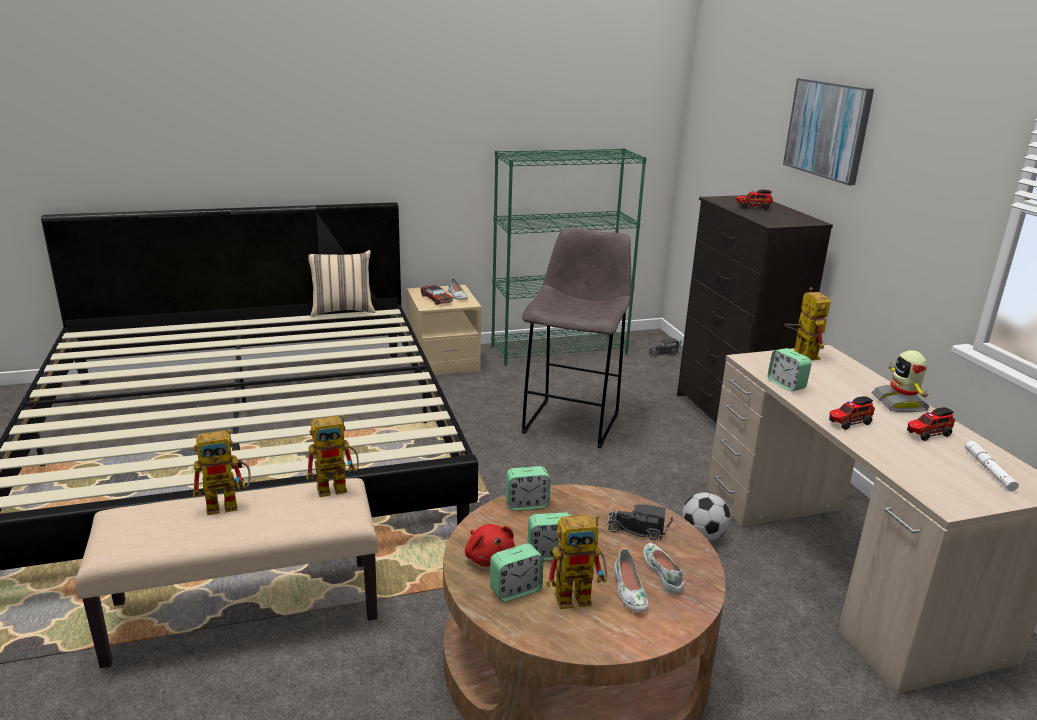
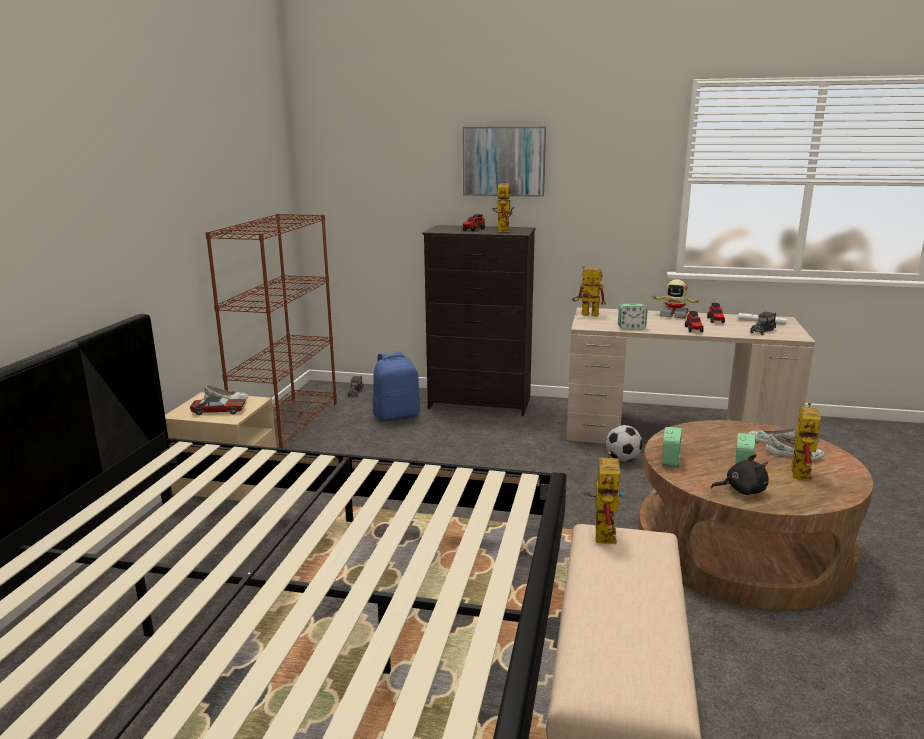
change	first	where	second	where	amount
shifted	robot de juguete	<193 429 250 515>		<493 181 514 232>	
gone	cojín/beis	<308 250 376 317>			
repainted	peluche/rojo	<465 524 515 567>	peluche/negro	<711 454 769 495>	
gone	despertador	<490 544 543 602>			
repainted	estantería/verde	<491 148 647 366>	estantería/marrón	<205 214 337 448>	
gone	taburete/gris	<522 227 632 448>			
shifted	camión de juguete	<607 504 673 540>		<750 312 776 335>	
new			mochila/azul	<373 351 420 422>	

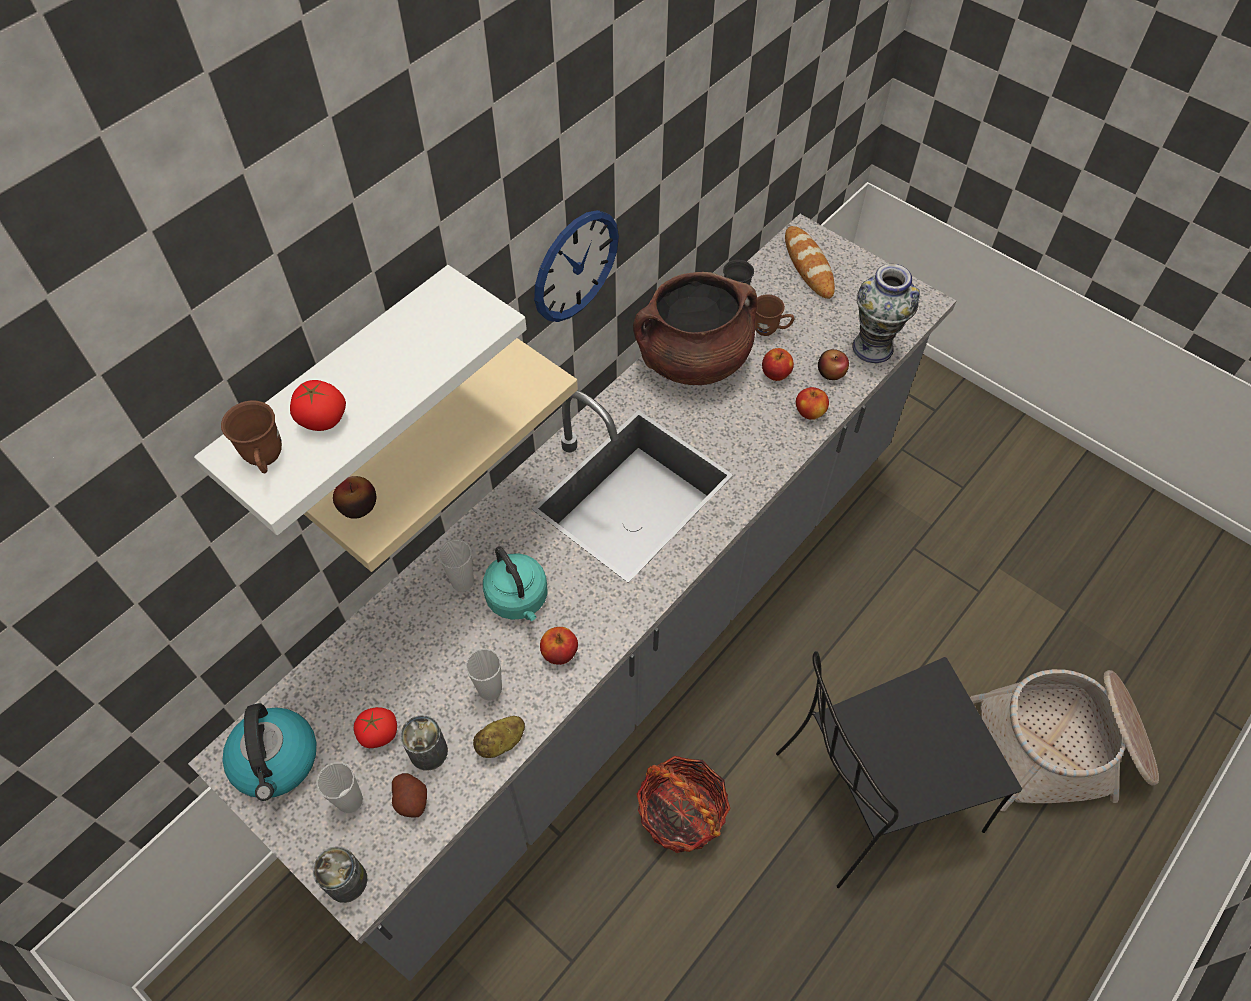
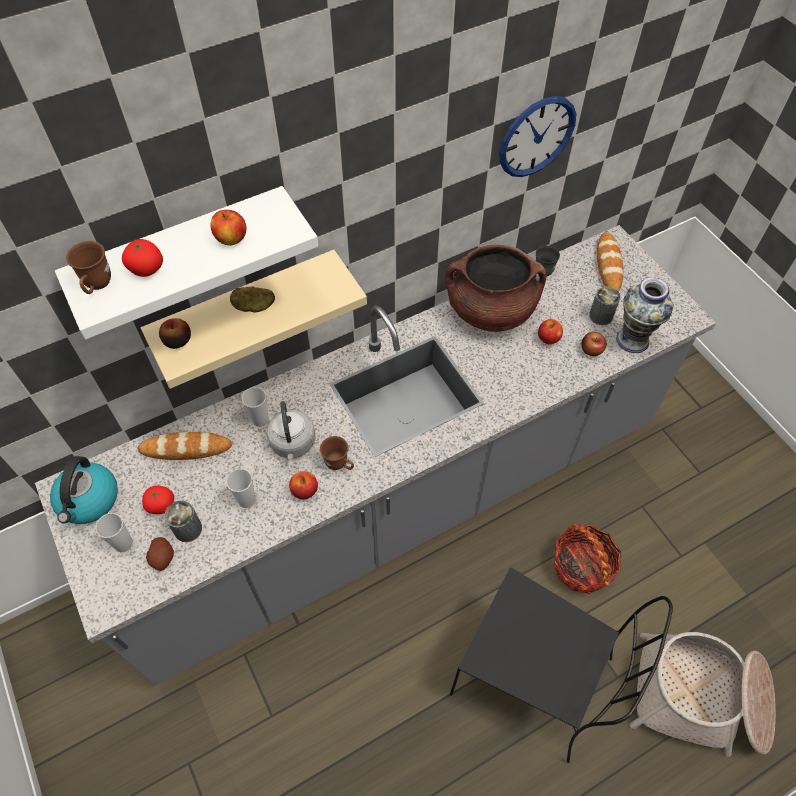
change	first	where	second	where	amount
shifted	lata	<313 846 367 903>		<589 286 621 325>	
shifted	patata	<473 716 525 758>		<230 287 275 312>	
repainted	hervidor/turquesa	<483 546 548 621>	hervidor/gris	<267 401 315 461>	
shifted	reloj de pared	<534 210 619 322>		<499 96 576 177>	
shifted	cesta	<637 756 730 853>		<553 524 621 594>	
shifted	taza grande/marrón	<755 294 794 336>		<320 436 354 470>	
rotated	silla/negro	<776 651 1022 888>		<450 568 673 763>	150 degrees counterclockwise
shifted	manzana	<796 387 829 420>		<211 210 246 246>	
new			pan	<138 432 232 460>	

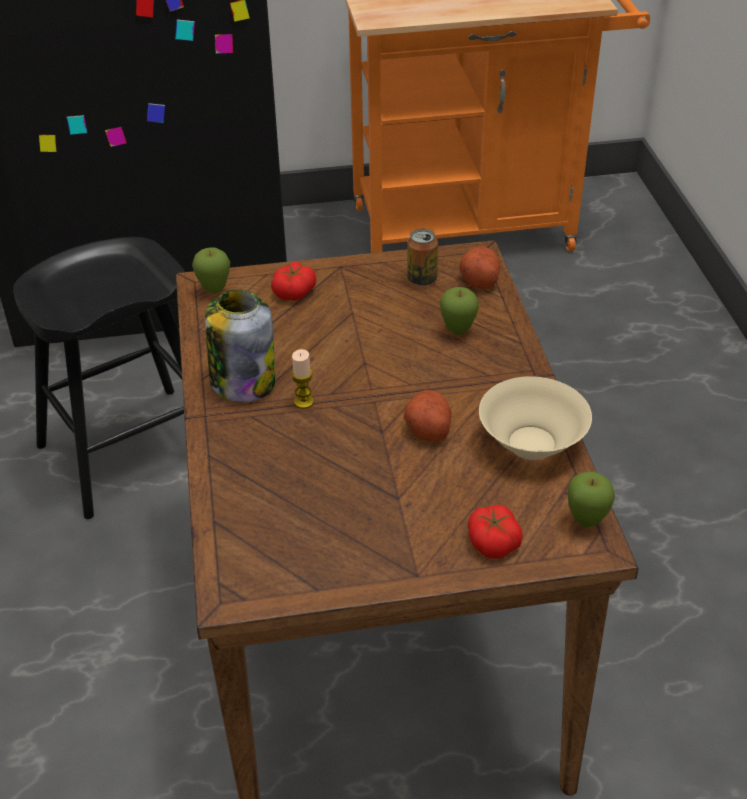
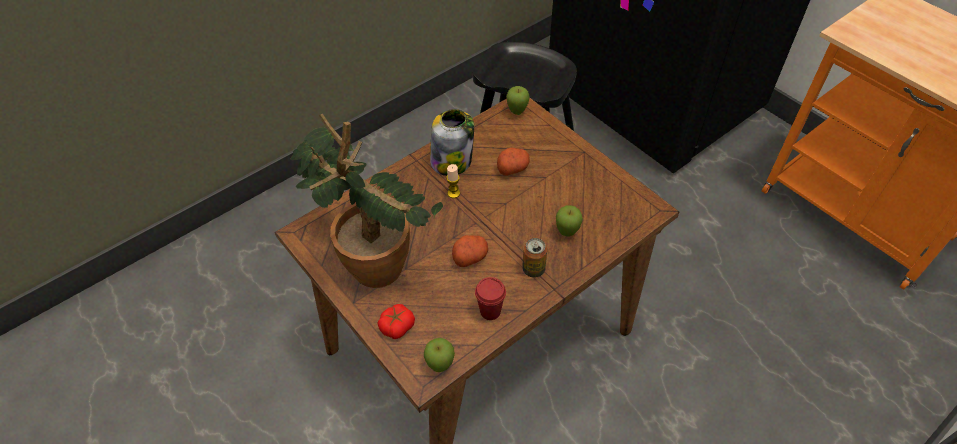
change	first	where	second	where	amount
gone	tomate	<271 262 316 301>			
shifted	lata	<407 229 438 286>		<522 238 547 278>	
shifted	patata	<459 246 500 289>		<497 148 530 176>	
swapped	cuenco/beis	<479 376 592 460>	taza/rojo	<475 277 506 320>	
new			planta en maceta	<290 114 443 288>	

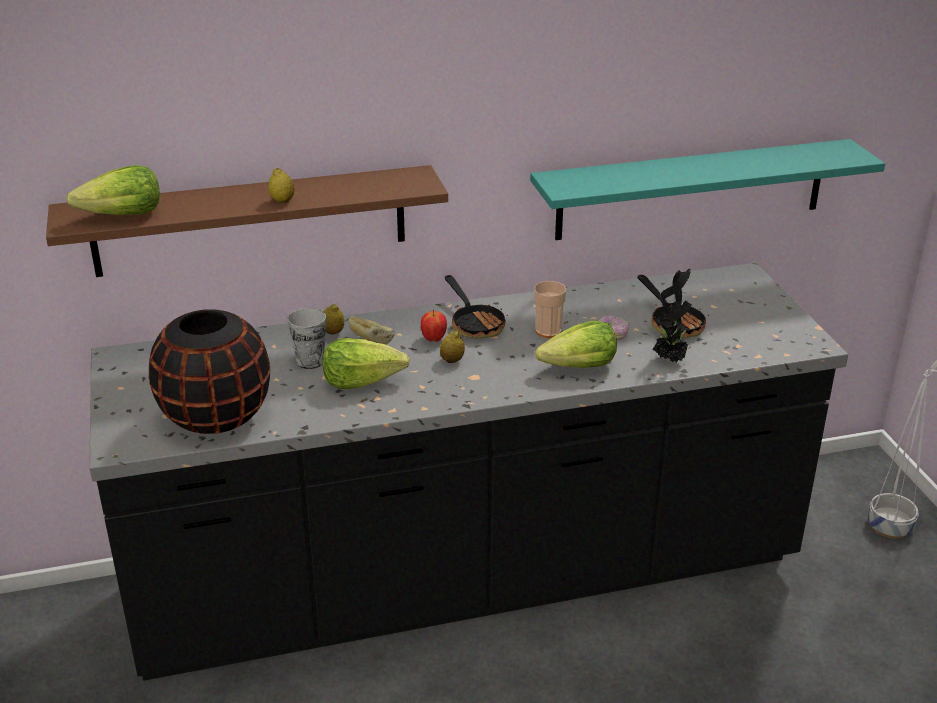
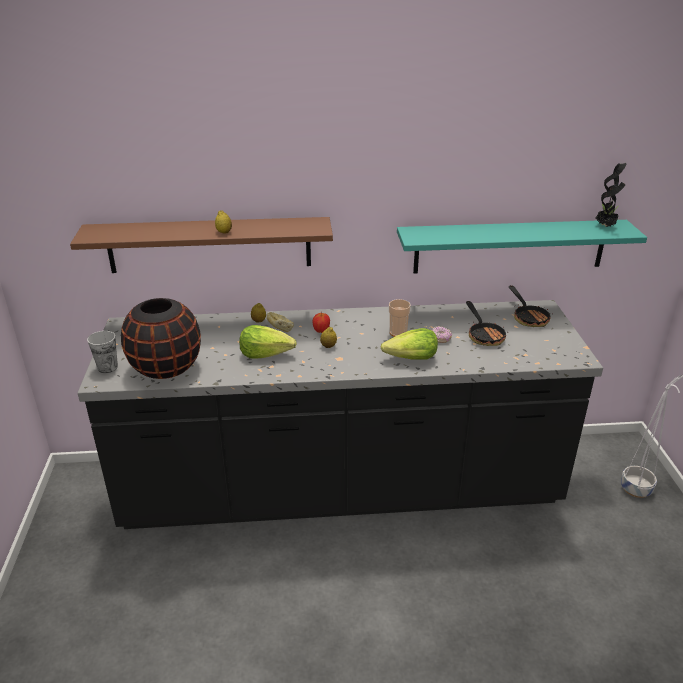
change	first	where	second	where	amount
gone	lechuga	<66 165 160 215>			
shifted	taza	<287 308 326 369>		<87 331 118 373>	
shifted	sartén	<445 275 508 339>		<509 285 553 327>	
shifted	planta en maceta	<653 268 692 363>		<595 163 627 227>	

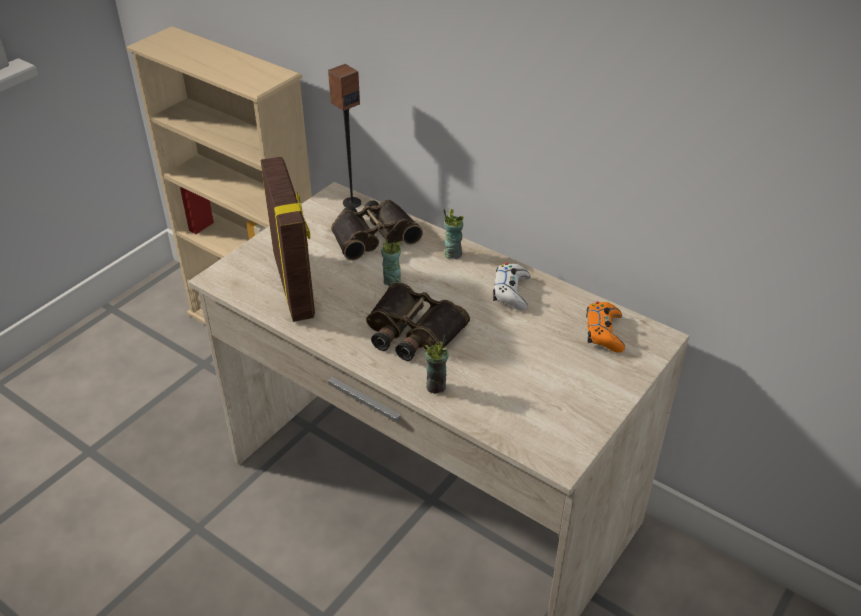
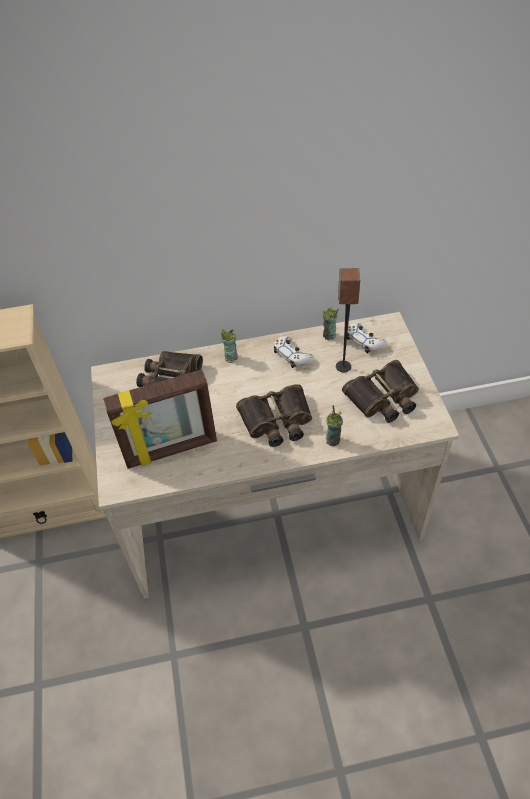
change	first	where	second	where	amount
rotated	portarretratos	<260 157 315 322>		<103 369 217 469>	135 degrees clockwise
shifted	altavoz	<328 64 361 208>		<336 268 360 373>	
shifted	taza	<381 239 401 286>		<323 306 338 340>	
repainted	mando de consola/naranja	<586 302 625 353>	mando de consola/blanco	<347 322 387 353>	
new			prismáticos	<342 360 419 423>	

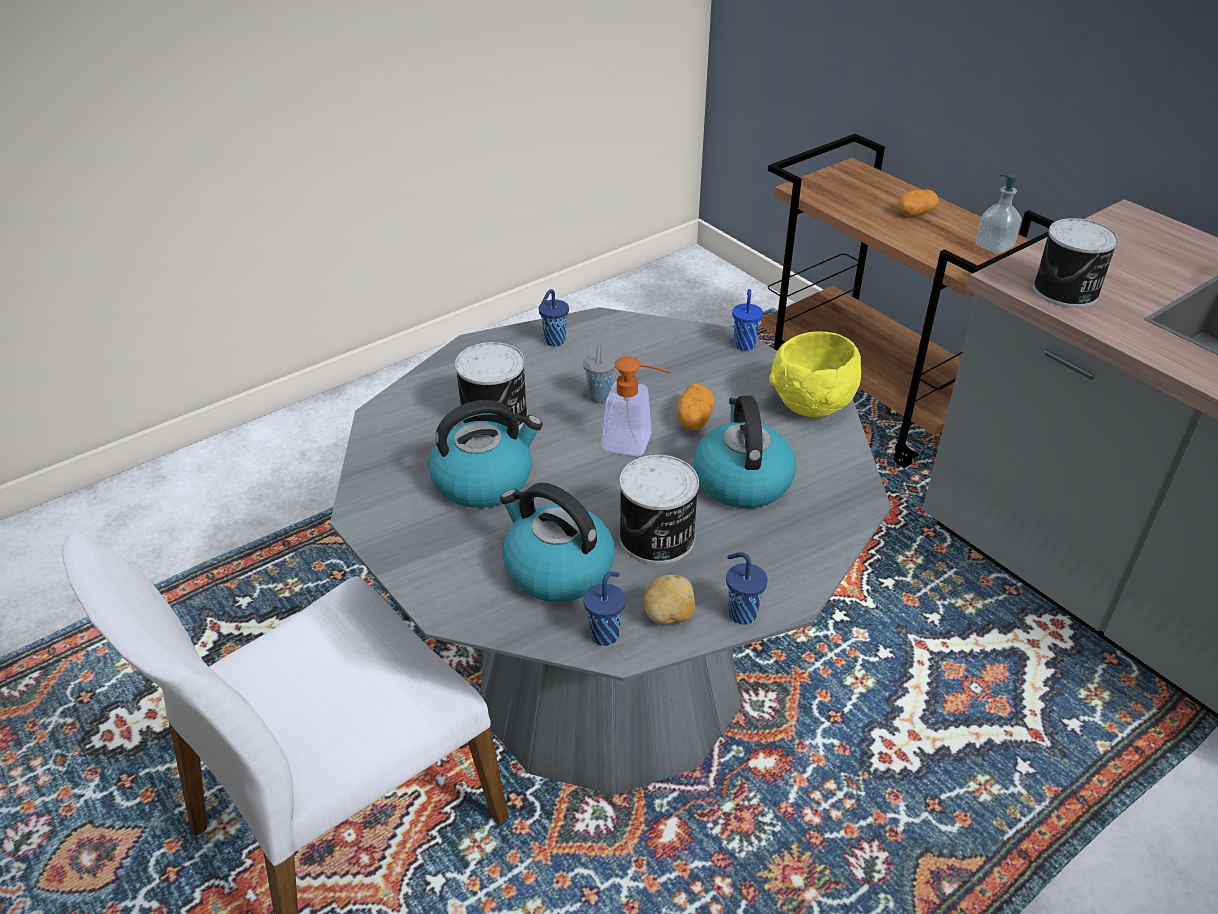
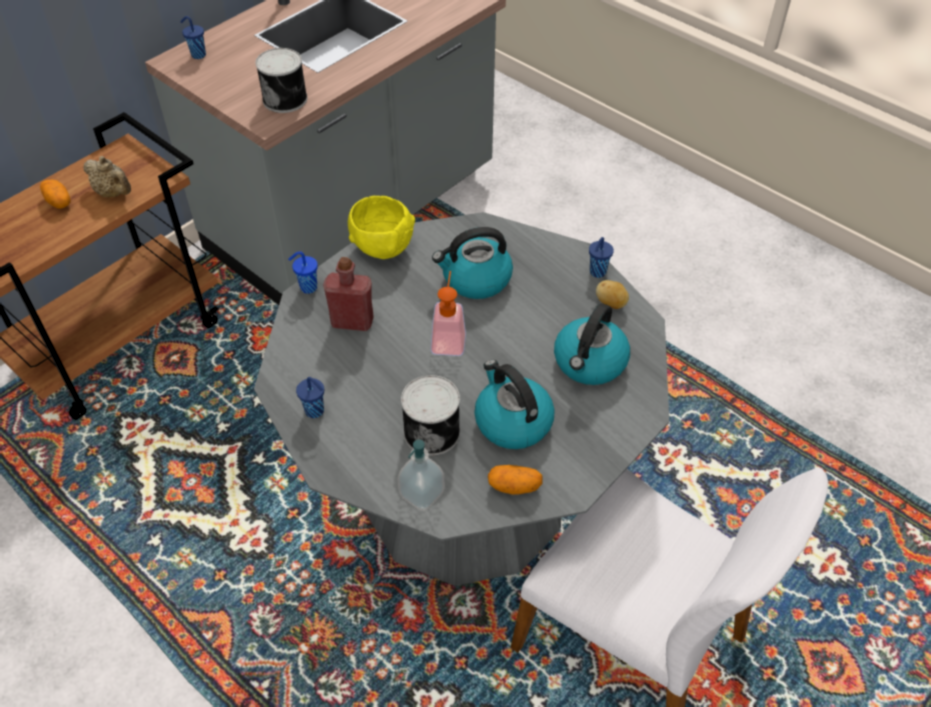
change	first	where	second	where	amount
gone	taza/gris	<583 344 616 403>			
shifted	taza/azul	<584 571 626 646>		<180 16 206 59>	
gone	lata	<619 455 699 565>			
shifted	patata	<677 384 715 430>		<488 465 542 495>	
shifted	dispensador de jabón	<975 174 1022 254>		<397 440 445 511>	
new			tetera/beis	<83 156 131 197>	
new			botella/rojo	<323 257 374 331>	

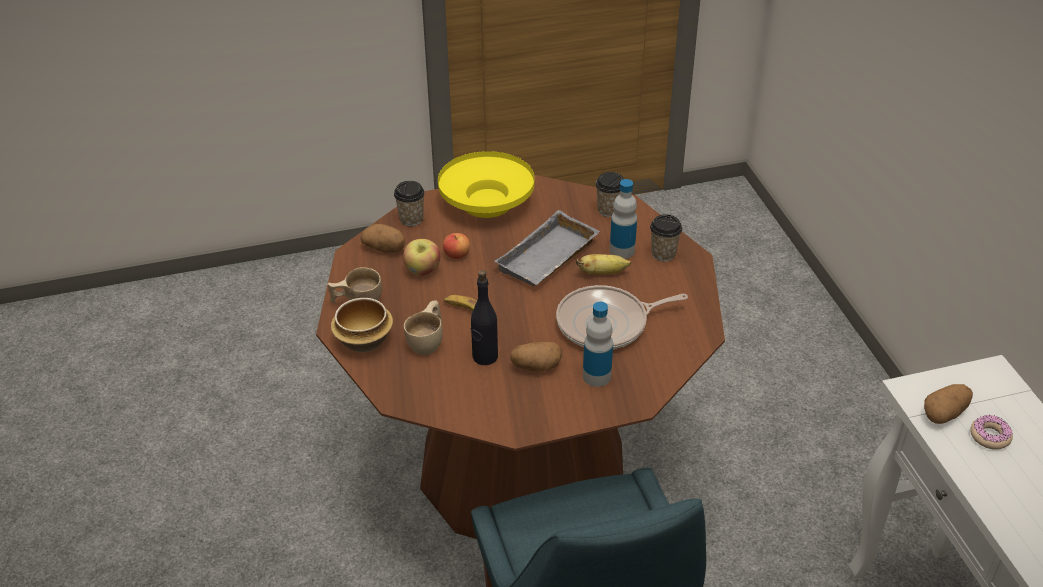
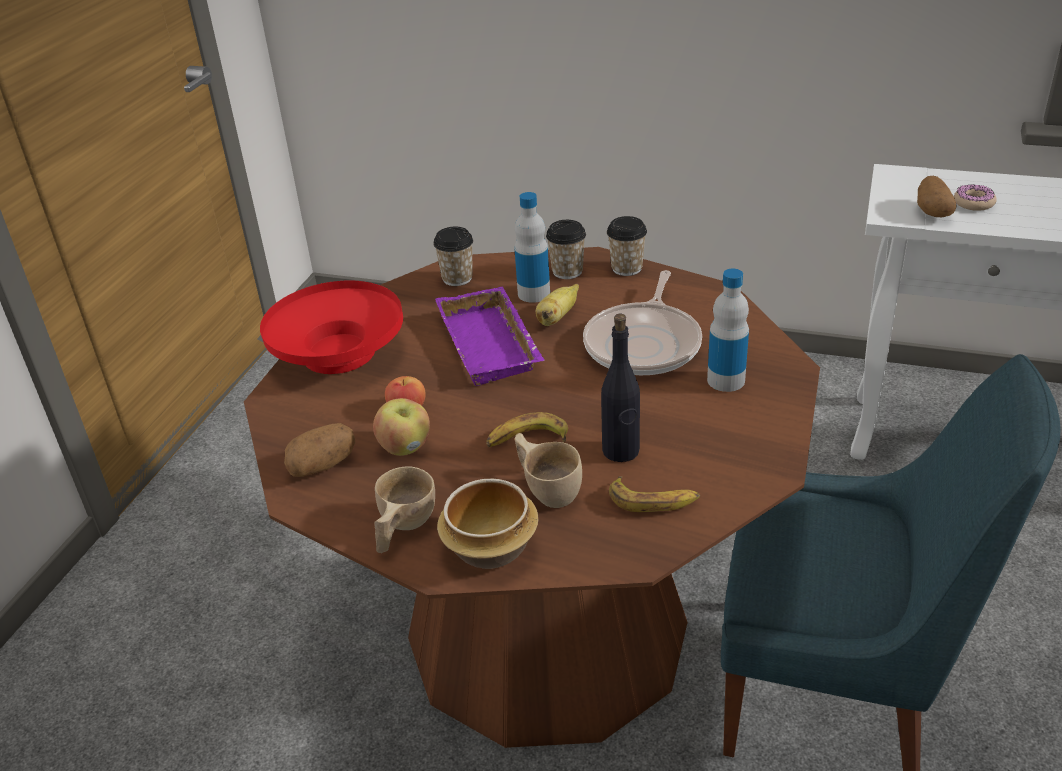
change	first	where	second	where	amount
shifted	taza	<394 181 425 226>		<607 216 647 276>	
repainted	cuenco/amarillo	<438 151 535 218>	cuenco/rojo	<260 281 403 374>	
repainted	bandeja/gris	<494 210 600 286>	bandeja/morado	<435 286 544 386>	
gone	patata	<510 342 562 372>			
new			plátano	<609 476 700 512>	

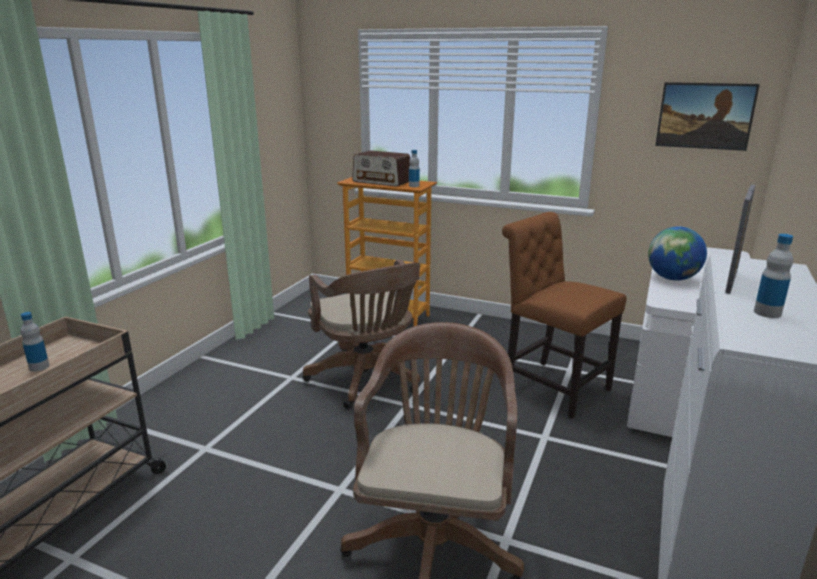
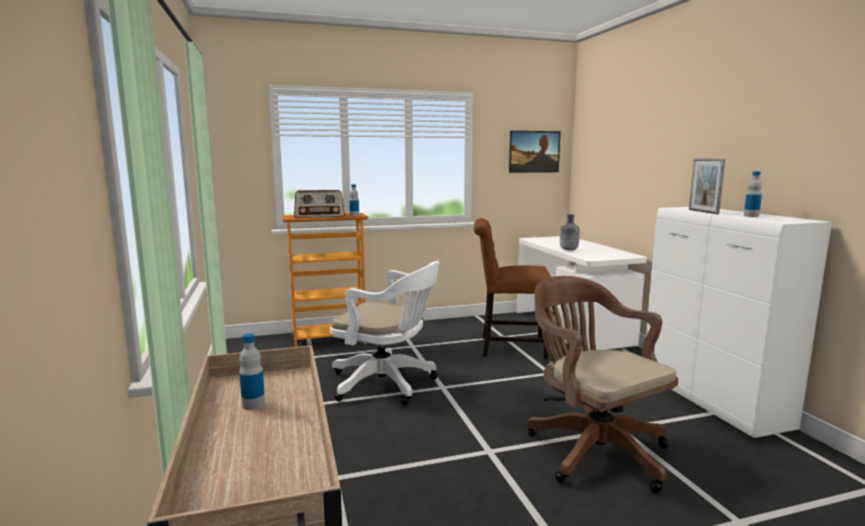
change	first	where	second	where	amount
repainted	silla de oficina/marrón	<303 260 420 409>	silla de oficina/blanco	<330 261 439 406>	
swapped	globo terráqueo	<648 226 707 281>	botella/gris	<560 214 580 250>	

